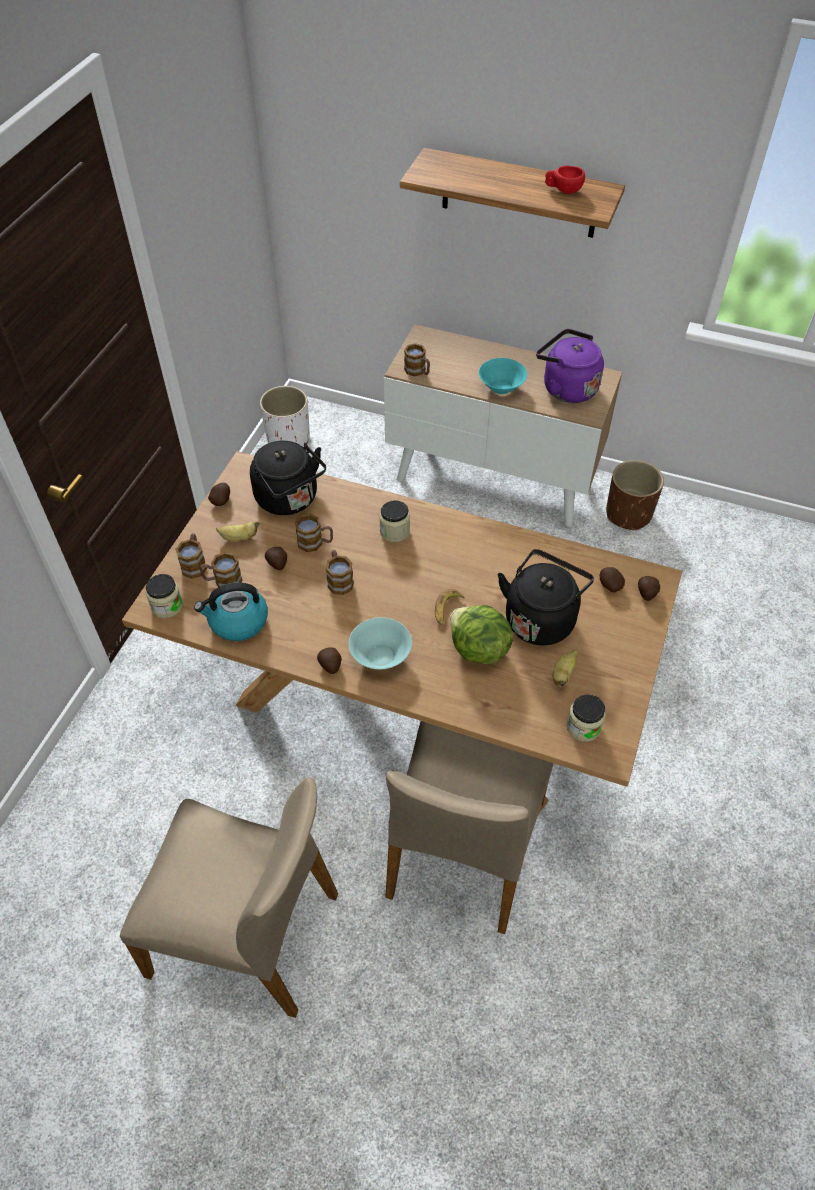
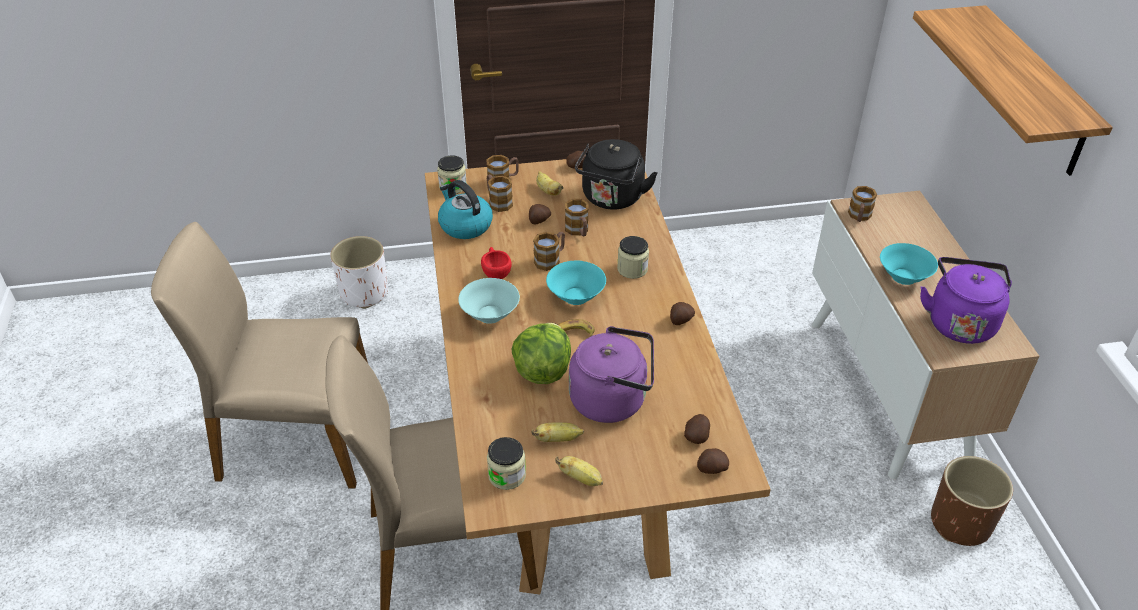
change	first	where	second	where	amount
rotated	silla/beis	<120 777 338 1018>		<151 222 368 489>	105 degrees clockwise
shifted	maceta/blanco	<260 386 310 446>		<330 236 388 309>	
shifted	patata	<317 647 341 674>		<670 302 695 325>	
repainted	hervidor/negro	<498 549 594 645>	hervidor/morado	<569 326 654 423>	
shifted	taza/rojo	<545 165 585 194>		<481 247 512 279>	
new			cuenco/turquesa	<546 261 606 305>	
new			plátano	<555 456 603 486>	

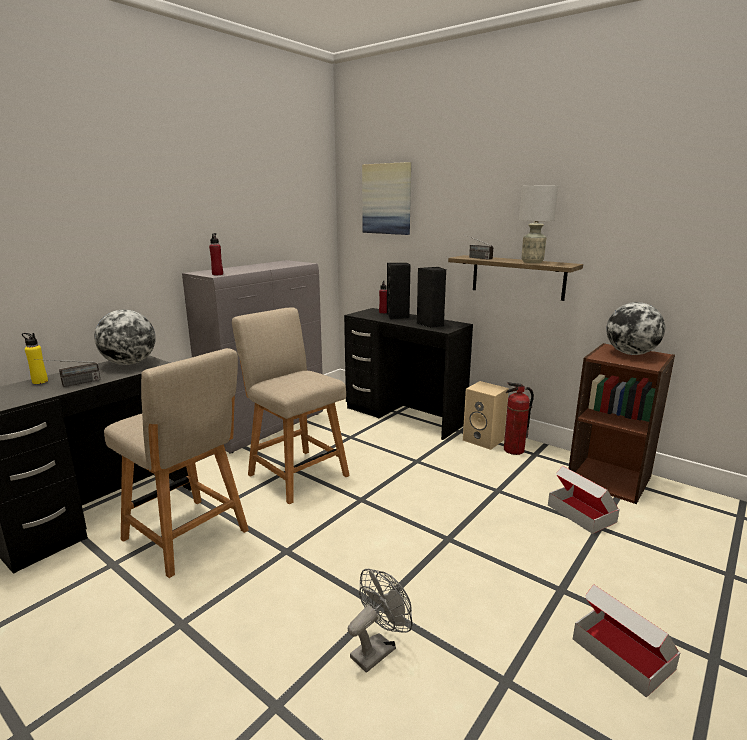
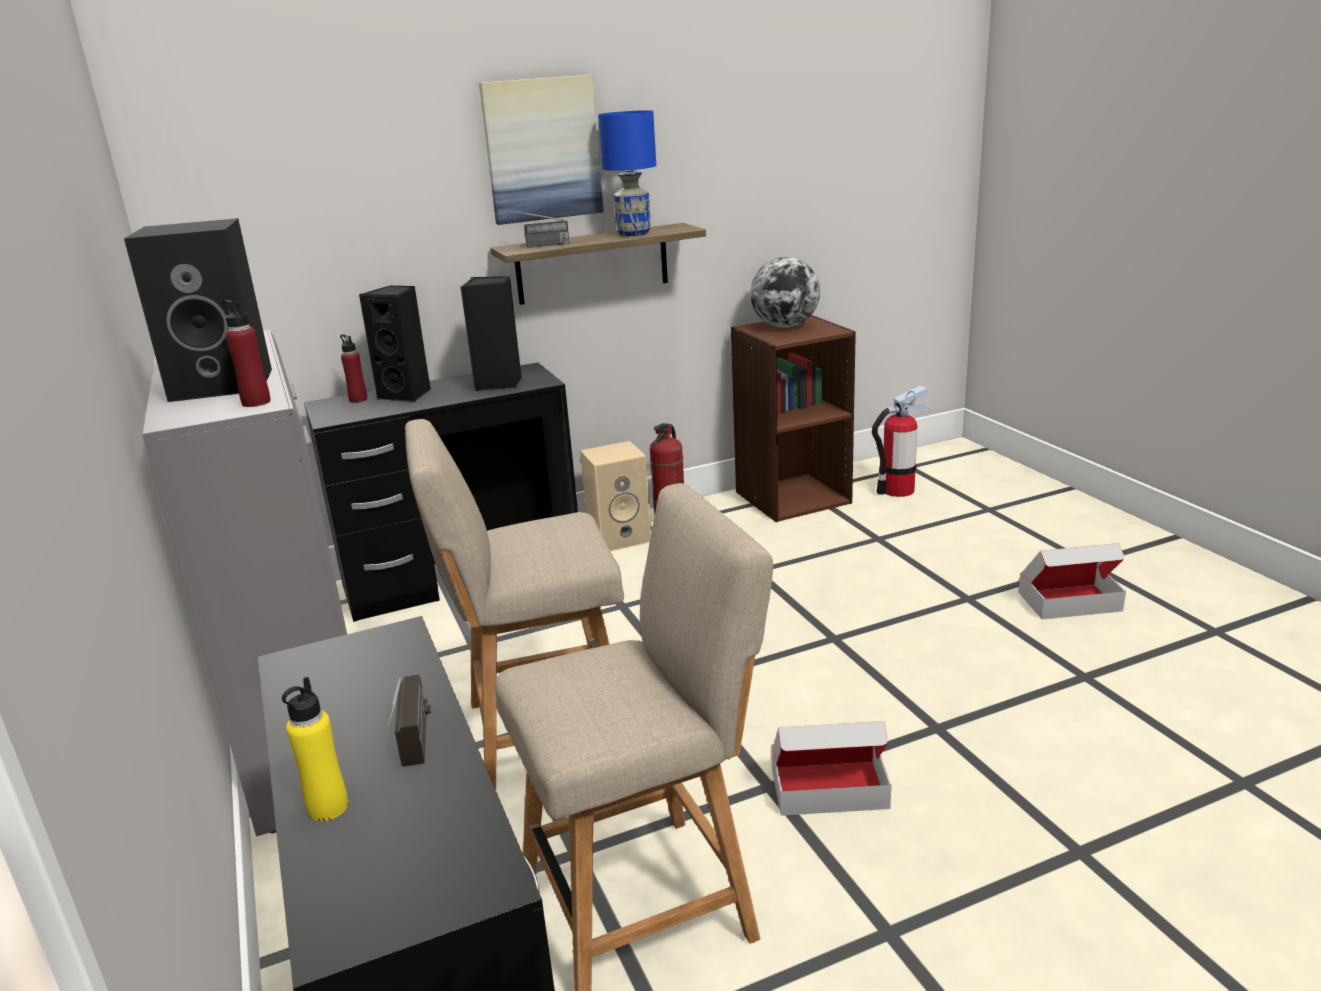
change	first	where	second	where	amount
gone	globo terráqueo	<94 310 156 365>			
gone	ventilador/gris	<348 569 412 673>			
shifted	cuadro	<362 162 411 235>		<479 75 604 225>	
repainted	lámpara de mesa/gris	<519 186 558 263>	lámpara de mesa/azul	<598 110 656 236>	
shifted	caja de cartón	<548 466 620 534>		<771 721 891 816>	
new			altavoz/negro	<124 218 272 402>	
new			extintor	<872 385 929 497>	

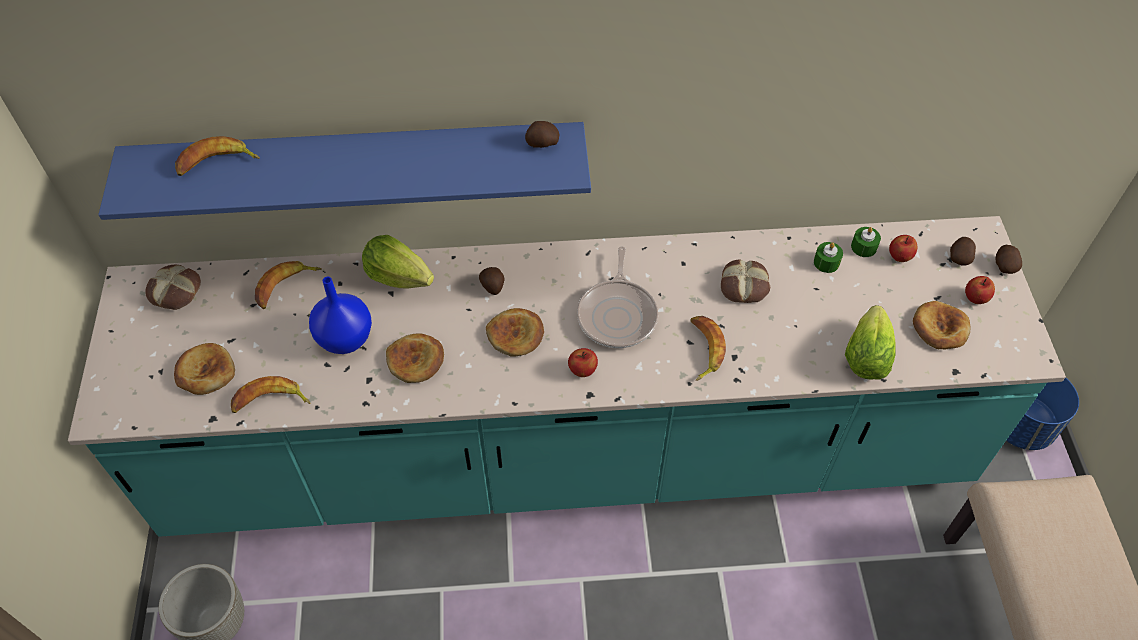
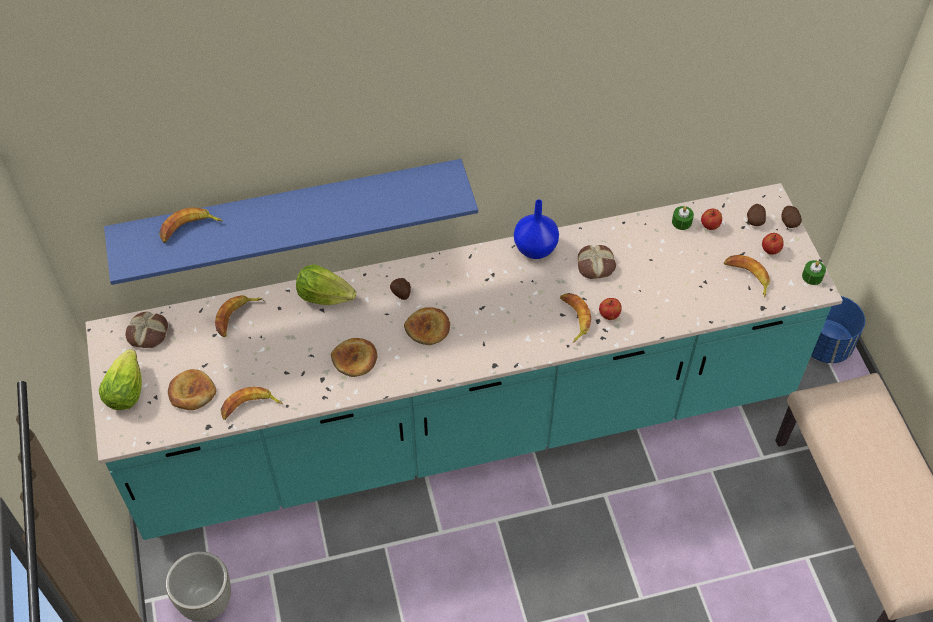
change	first	where	second	where	amount
shifted	florero/azul	<309 277 372 354>		<514 199 559 259>	
gone	patata	<525 121 559 148>			
shifted	manzana	<568 348 598 377>		<599 298 622 320>	
gone	sartén	<577 246 658 348>			
shifted	vela/verde	<814 242 843 273>		<802 260 826 285>	
shifted	lechuga	<845 305 896 380>		<99 349 142 410>	
swapped	pan	<913 301 970 350>	plátano	<724 255 770 298>	

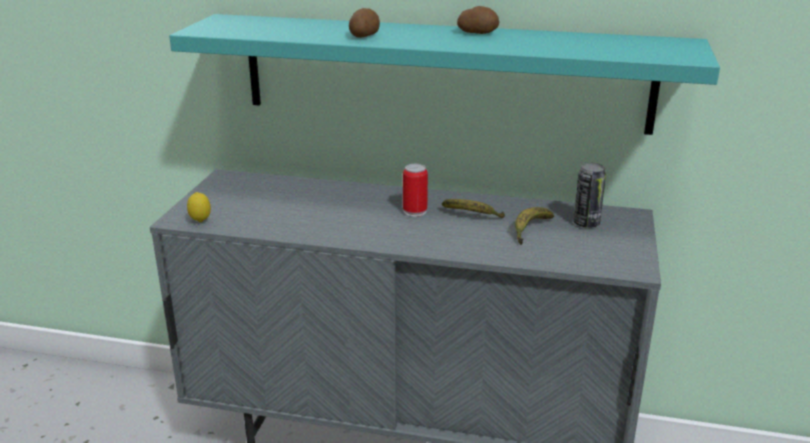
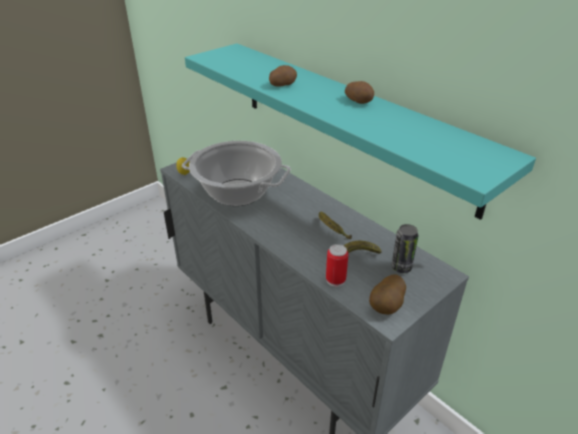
change	first	where	second	where	amount
shifted	lata	<403 164 428 217>		<326 244 348 287>	
new			olla	<182 141 291 206>	
new			patata	<369 274 406 315>	

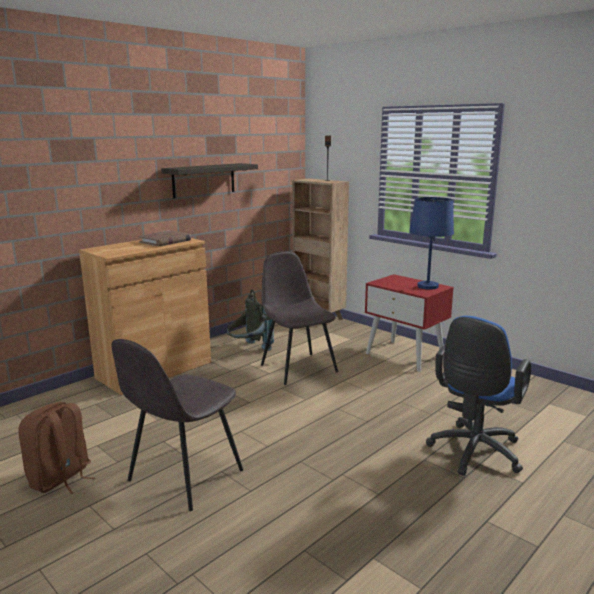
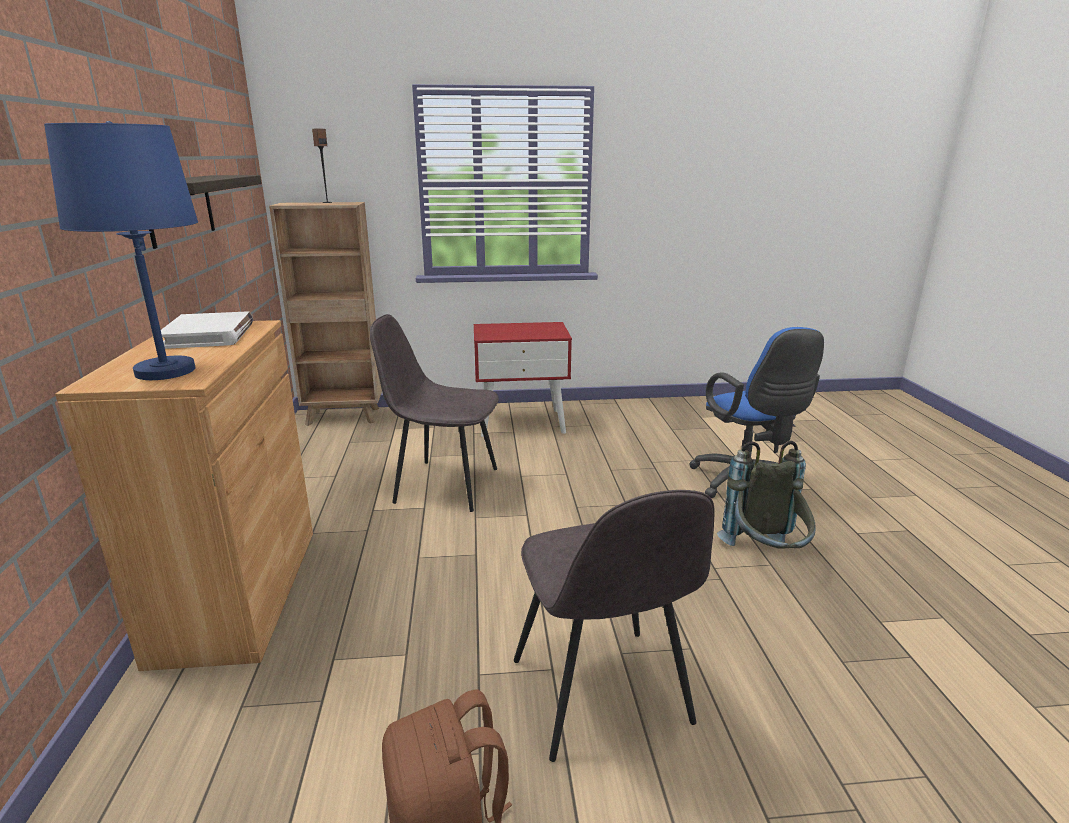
change	first	where	second	where	amount
repainted	libro/marrón	<138 230 191 247>	libro/blanco	<161 311 253 349>	
shifted	mochila/gris	<227 289 274 351>		<717 441 816 549>	
shifted	lámpara de mesa/azul	<410 197 454 290>		<44 121 198 380>	

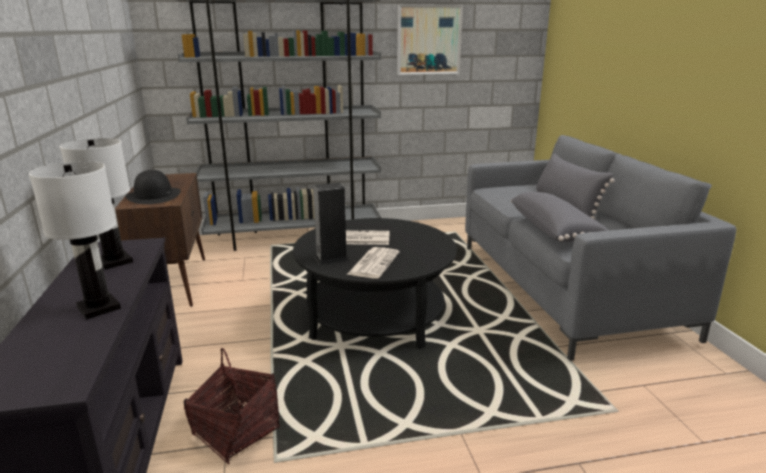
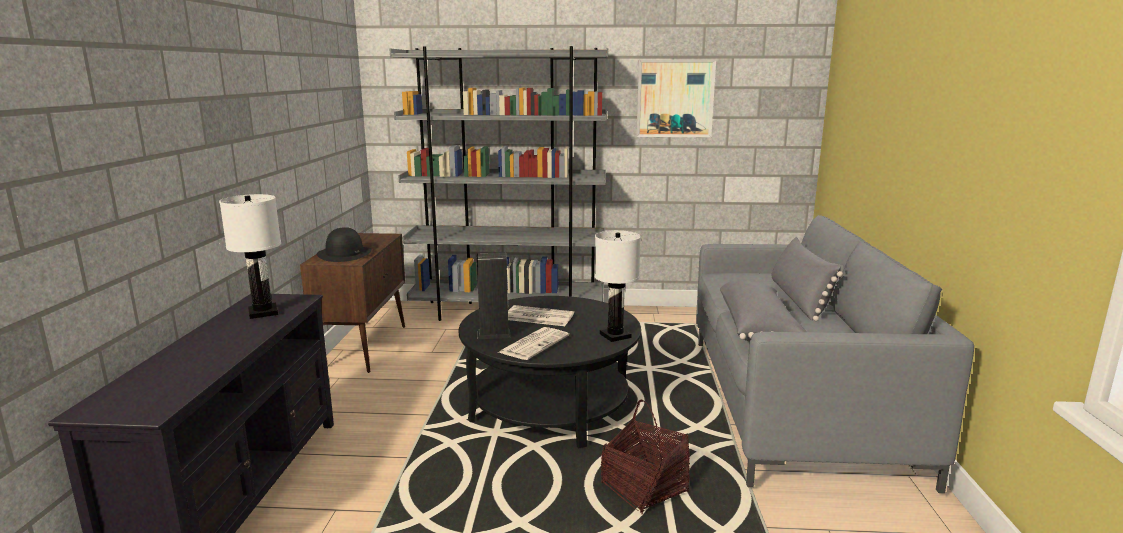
change	first	where	second	where	amount
shifted	lámpara de mesa/blanco	<29 161 121 319>		<594 230 641 342>	
shifted	cesta	<183 348 280 464>		<601 400 690 515>	

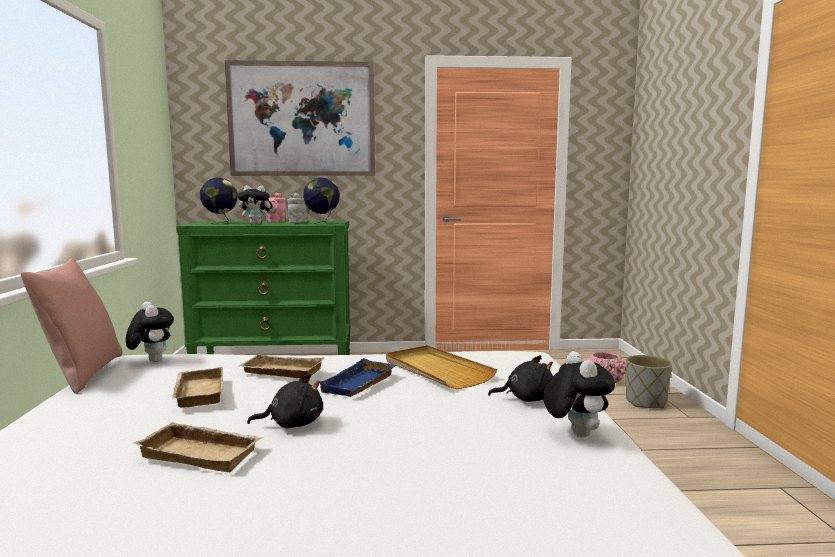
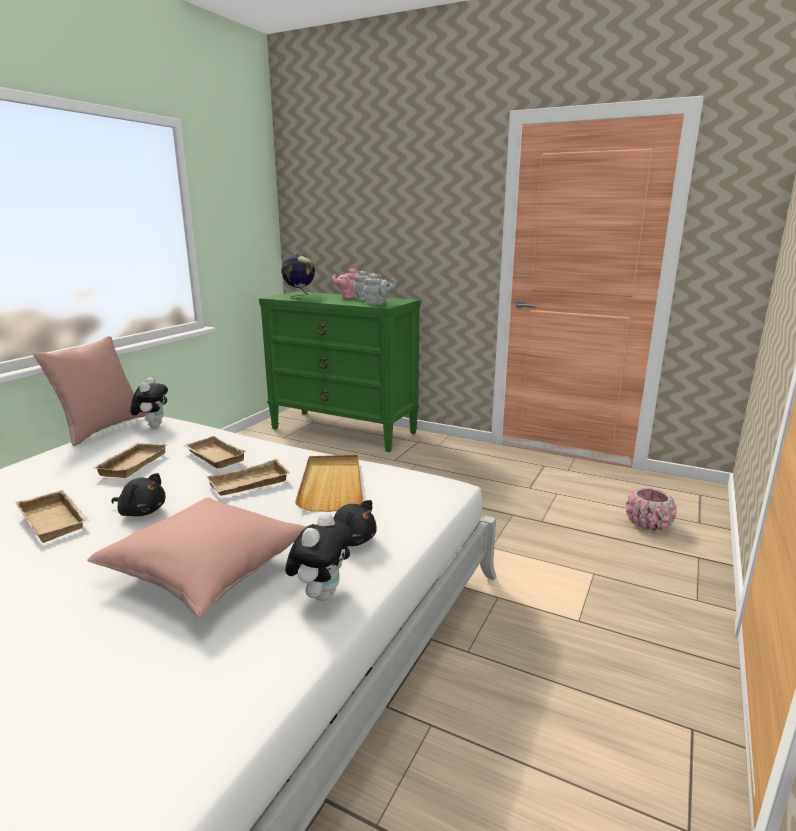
change	first	where	second	where	amount
gone	cuadro	<225 60 375 176>			
gone	peluche	<237 185 274 225>			
swapped	globo terráqueo	<303 177 340 225>	tetera/gris	<363 273 396 305>	
repainted	bandeja/azul	<320 358 396 397>	bandeja/beis	<206 459 290 496>	
gone	maceta/gris	<626 355 672 408>			
new			cojín/rosa	<87 498 306 618>	

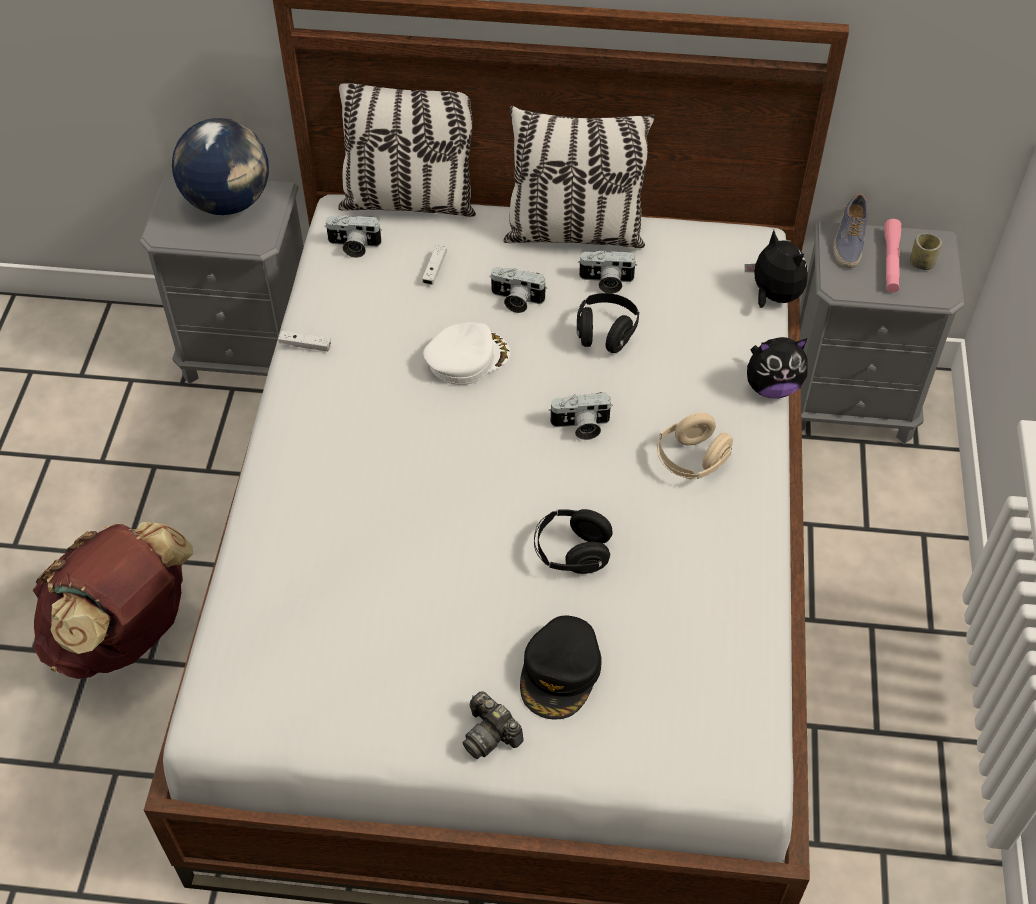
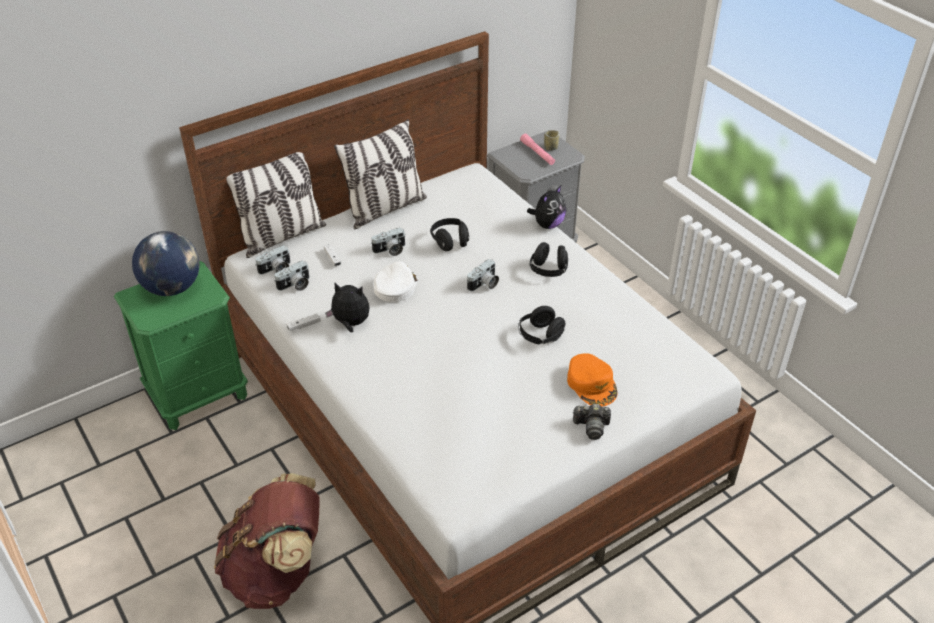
change	first	where	second	where	amount
repainted	mesita de noche/gris	<139 173 304 384>	mesita de noche/verde	<114 261 248 430>	
repainted	gorra/negro	<520 616 602 720>	gorra/naranja	<567 353 617 407>	
shifted	cámara	<578 250 637 294>		<274 260 309 291>	
repainted	auriculares/beis	<657 412 733 479>	auriculares/negro	<529 242 568 277>	
shifted	peluche	<745 230 808 308>		<325 282 369 332>	
gone	zapato	<833 194 868 268>			

